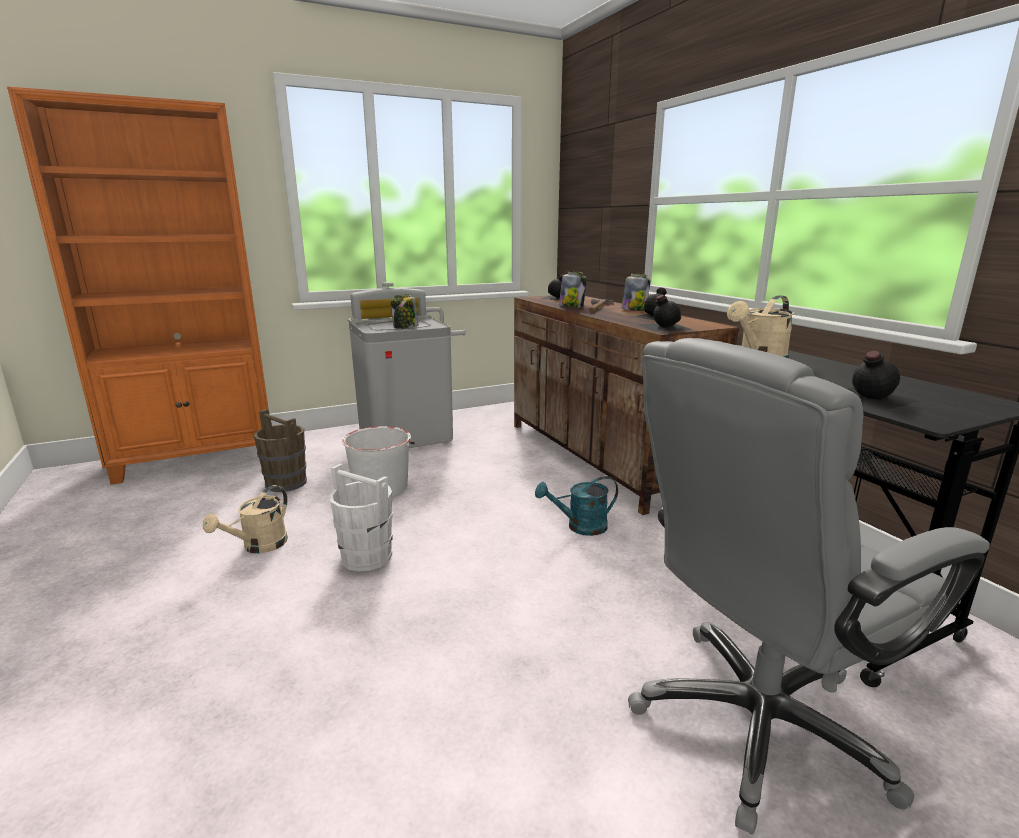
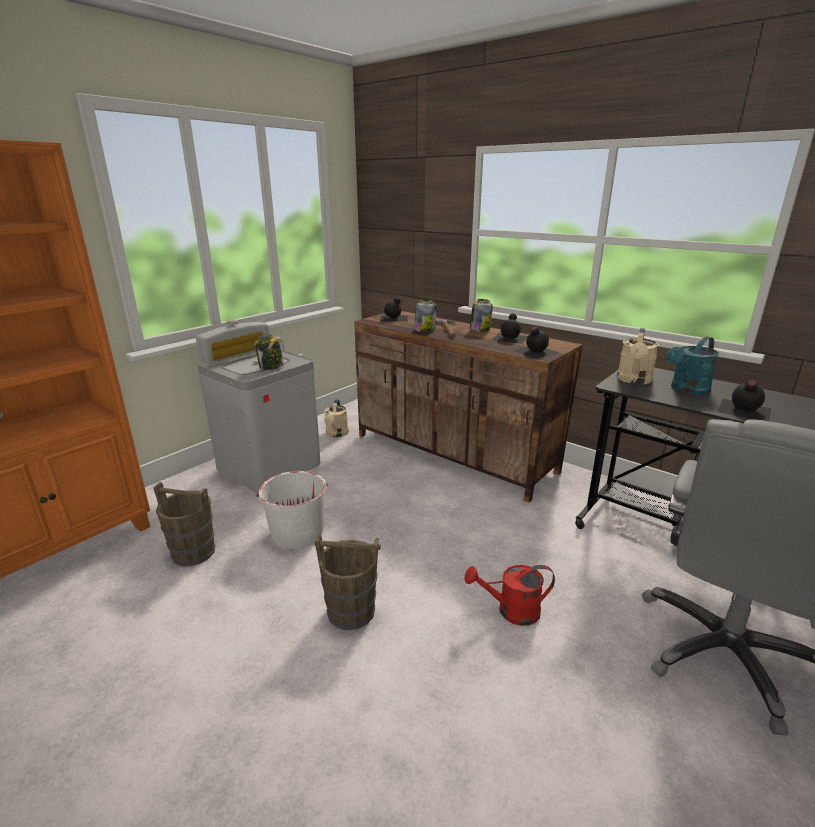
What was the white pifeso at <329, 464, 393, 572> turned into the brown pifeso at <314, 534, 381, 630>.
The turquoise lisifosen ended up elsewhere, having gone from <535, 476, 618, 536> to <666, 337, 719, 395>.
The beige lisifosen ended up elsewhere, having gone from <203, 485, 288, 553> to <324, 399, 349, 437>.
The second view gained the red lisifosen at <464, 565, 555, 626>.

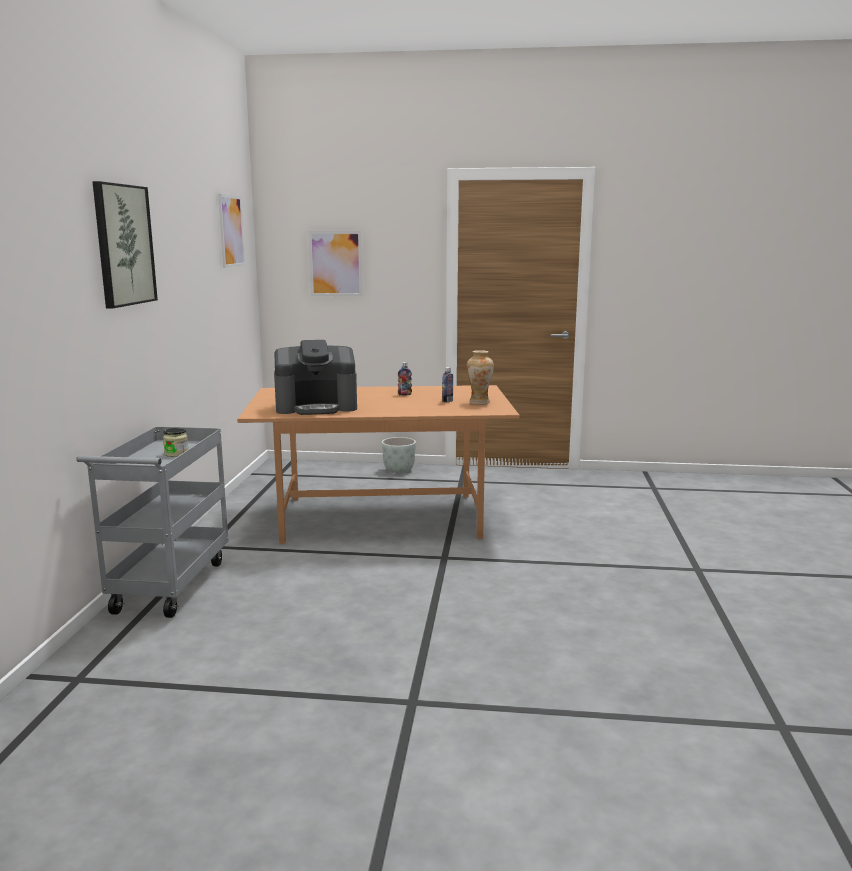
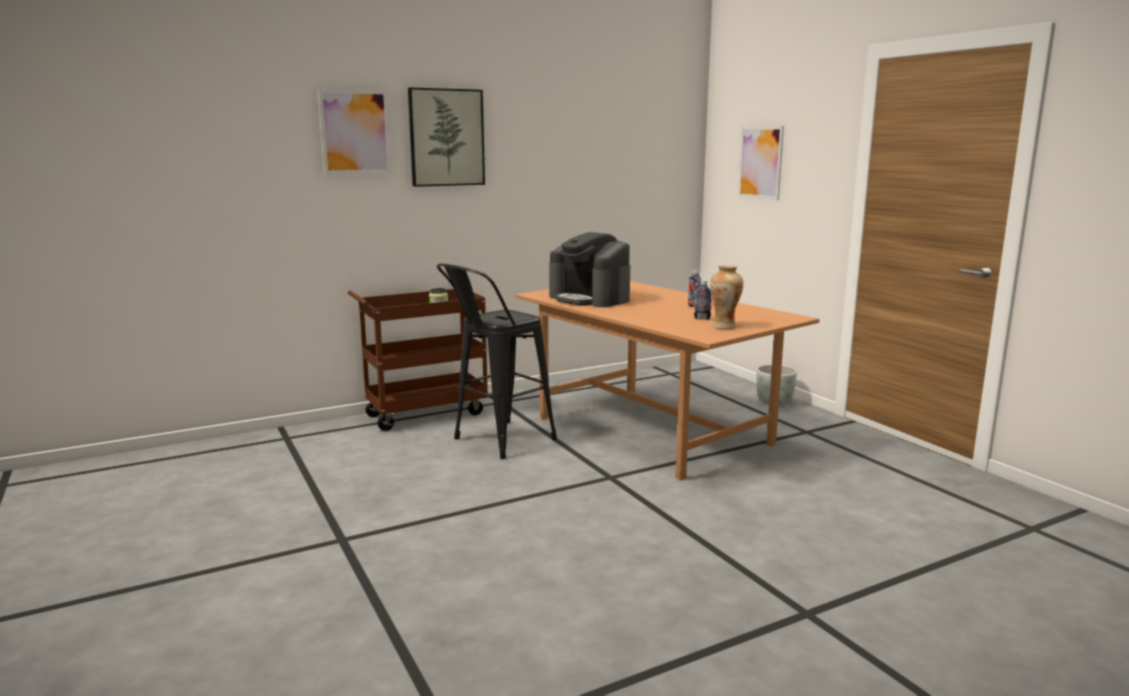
The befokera ended up elsewhere, having gone from <218, 194, 245, 268> to <318, 89, 391, 175>.
What was the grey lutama at <77, 427, 228, 618> turned into the brown lutama at <348, 289, 488, 431>.
The second view gained the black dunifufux at <437, 263, 557, 459>.

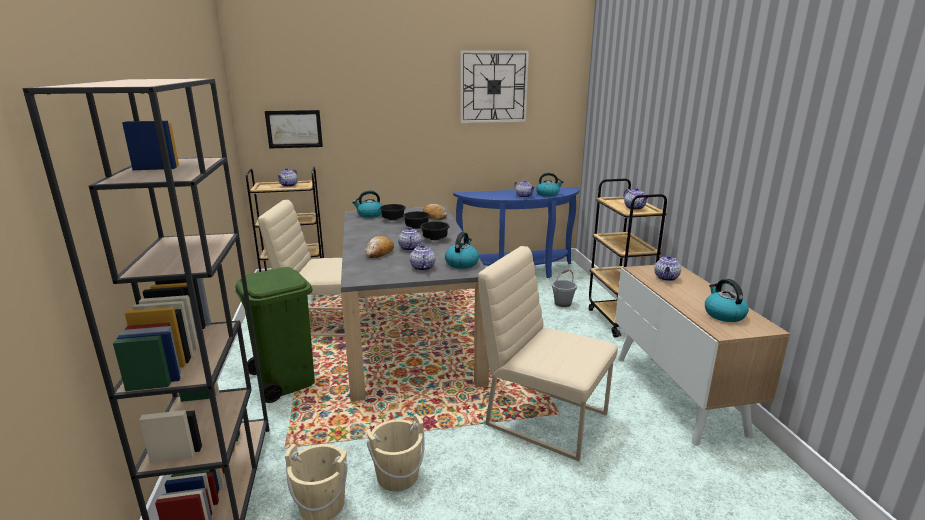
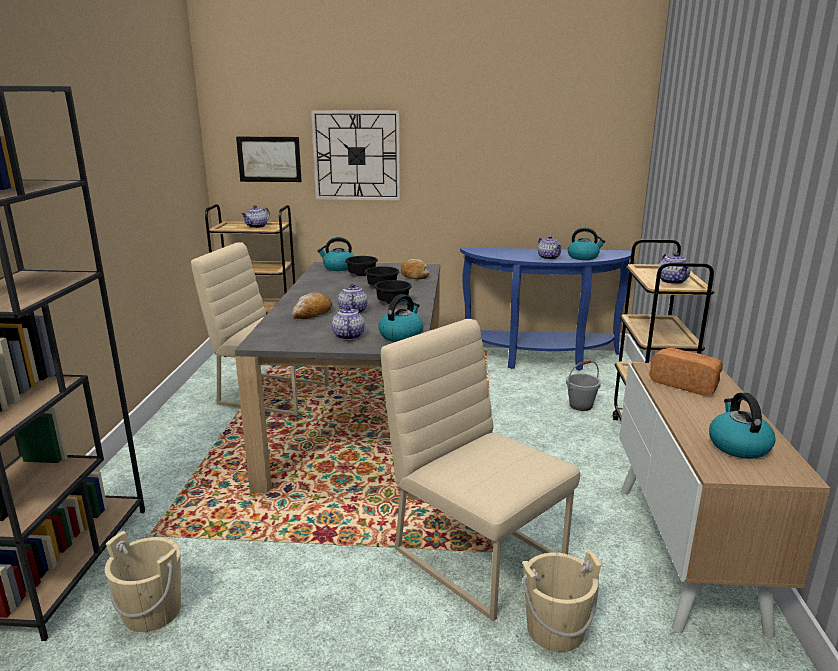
The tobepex ended up elsewhere, having gone from <460, 50, 529, 123> to <311, 110, 400, 201>.
Where the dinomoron stood at <654, 255, 681, 281>, the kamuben came to stand at <649, 348, 723, 396>.
The second view lost the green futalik at <235, 267, 315, 403>.
The beige pifeso ended up elsewhere, having gone from <367, 414, 425, 491> to <523, 550, 601, 652>.

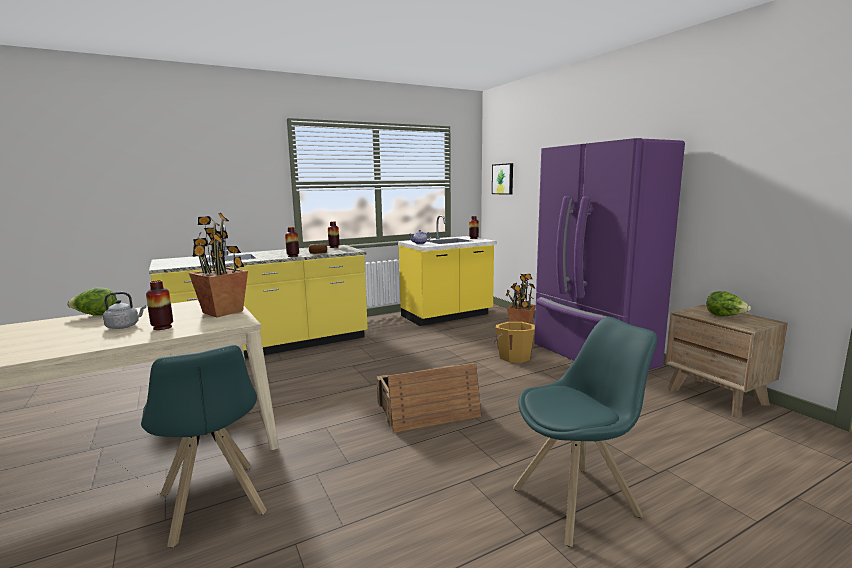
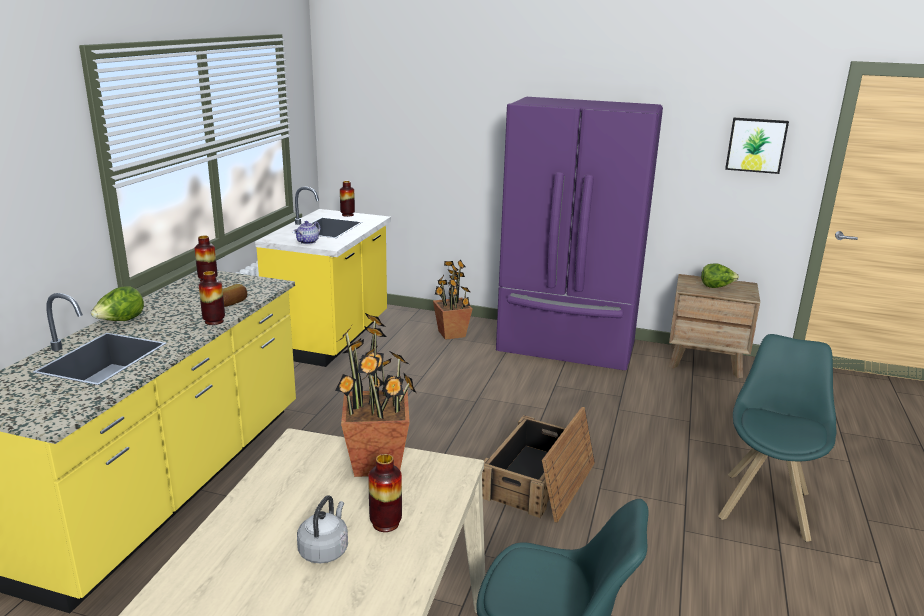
The befokera ended up elsewhere, having gone from <492, 163, 513, 195> to <725, 117, 789, 174>.
The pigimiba ended up elsewhere, having gone from <67, 287, 117, 316> to <91, 286, 144, 321>.
The second view lost the orange pifeso at <494, 322, 535, 363>.

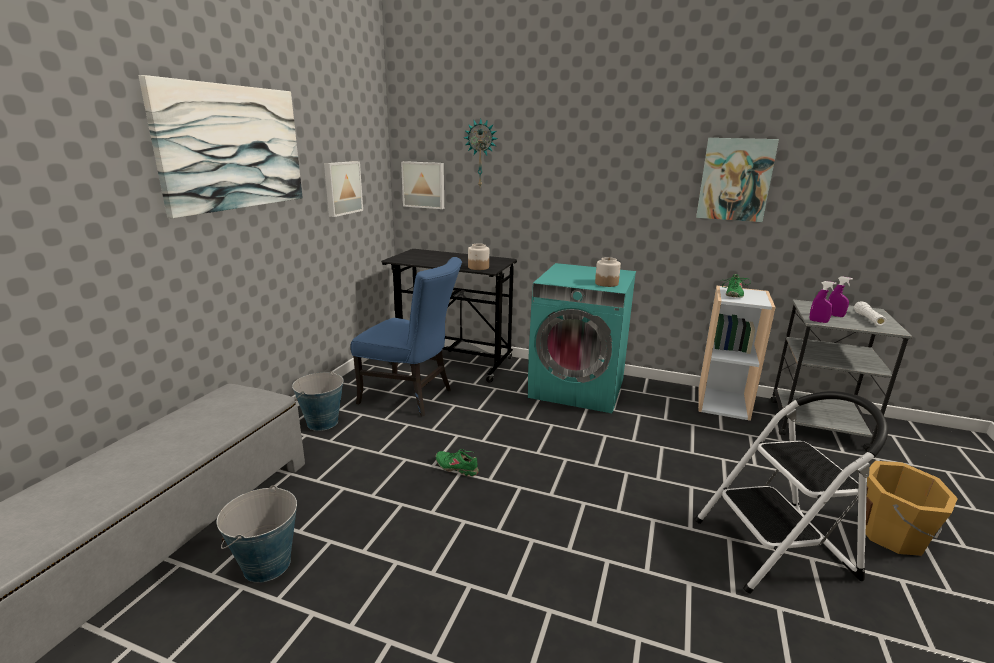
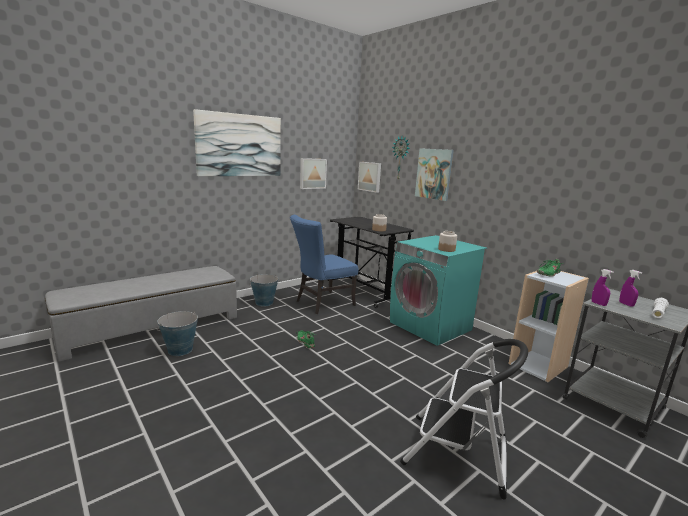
The befokera ended up elsewhere, having gone from <696, 138, 779, 222> to <415, 148, 454, 201>.
The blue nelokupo at <351, 257, 462, 416> ended up facing another way, 90 degrees clockwise from before.
The second view lost the orange pifeso at <865, 461, 958, 556>.

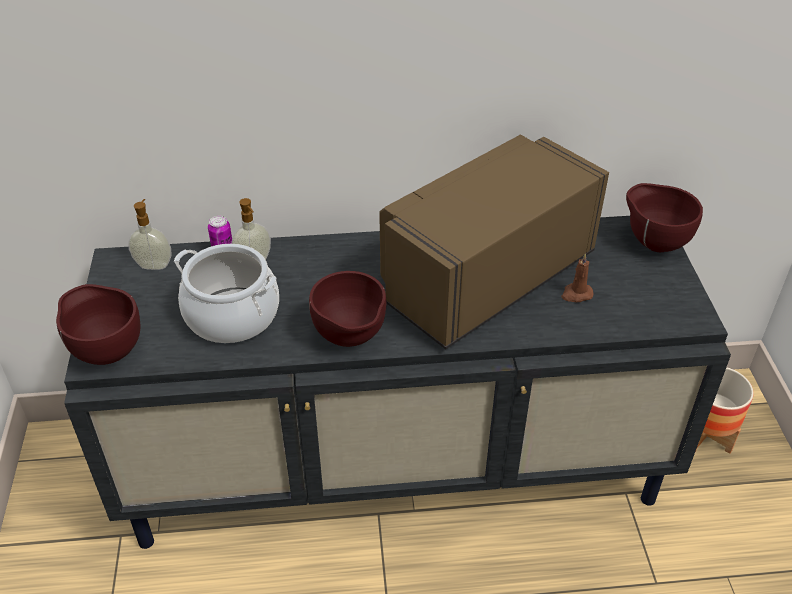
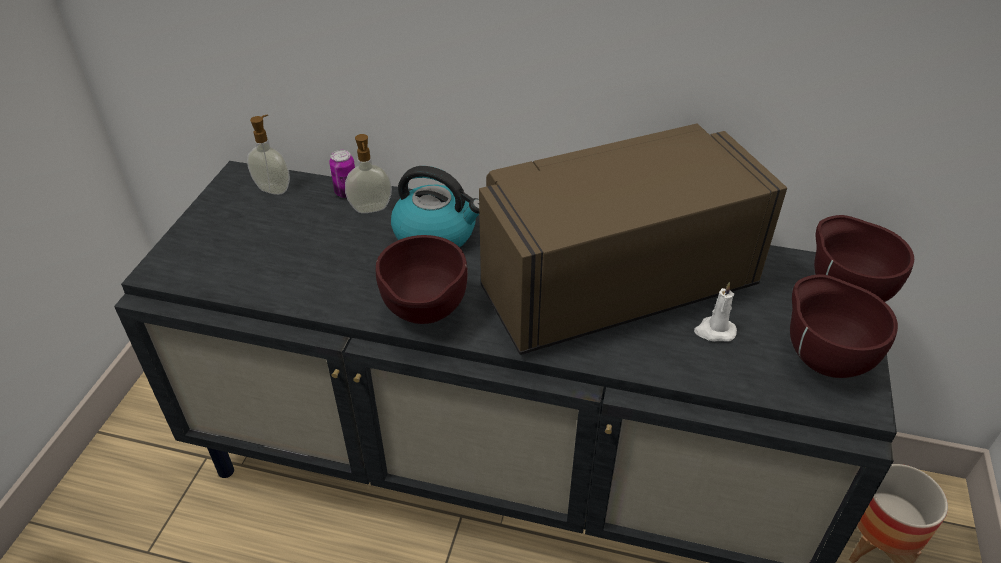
The second view lost the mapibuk at <174, 244, 279, 344>.
What was the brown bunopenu at <561, 253, 593, 302> turned into the white bunopenu at <694, 282, 737, 342>.
The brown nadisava ended up elsewhere, having gone from <56, 284, 140, 365> to <790, 274, 898, 378>.
The second view gained the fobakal at <391, 166, 479, 247>.

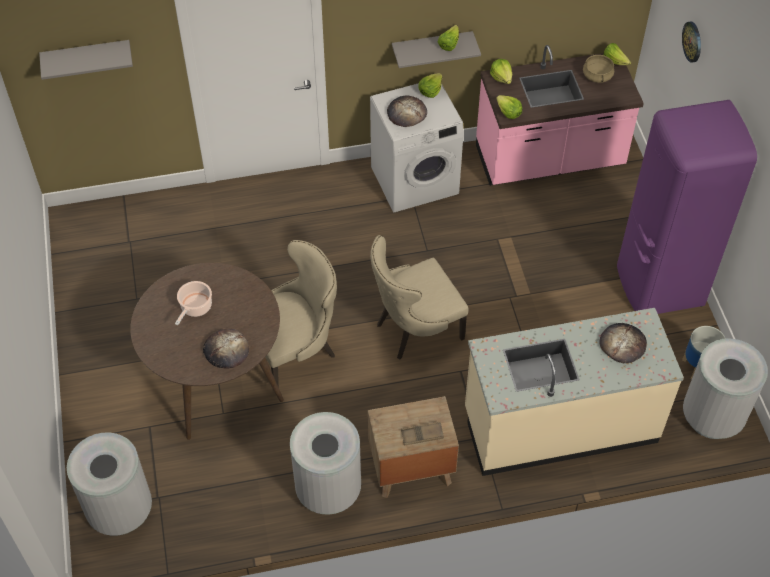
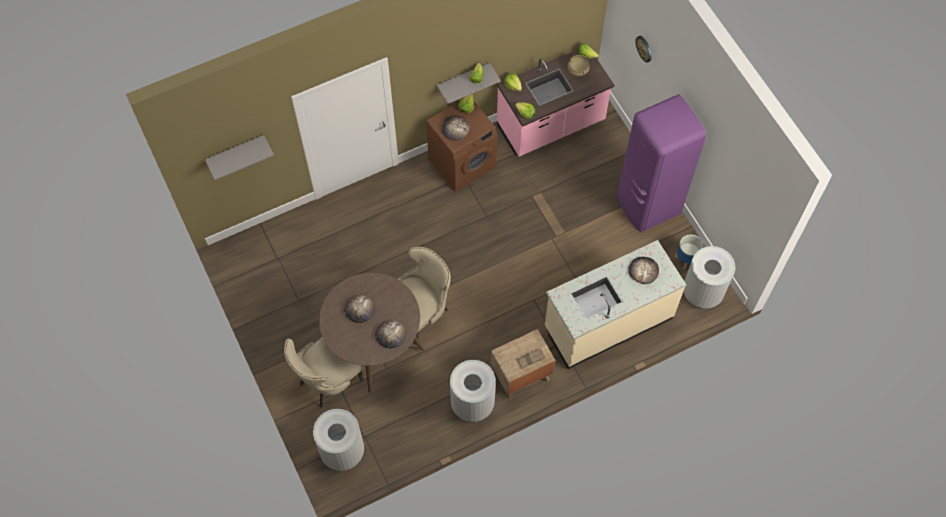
What was the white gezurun at <370, 83, 463, 212> turned into the brown gezurun at <426, 100, 497, 192>.
The beige nelokupo ended up elsewhere, having gone from <370, 235, 468, 360> to <284, 337, 364, 408>.
Where the mapibuk stood at <175, 281, 212, 325>, the kamuben came to stand at <344, 294, 375, 323>.

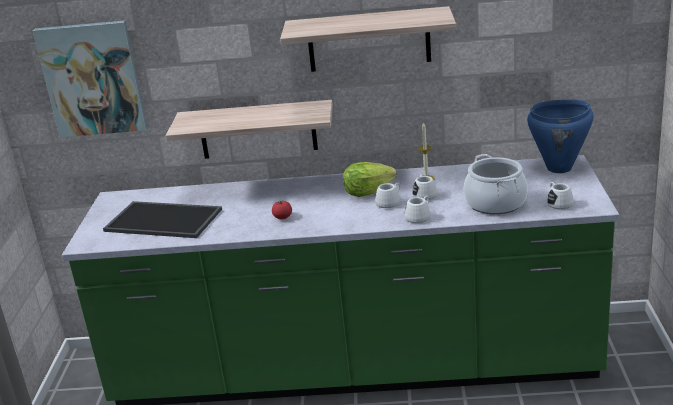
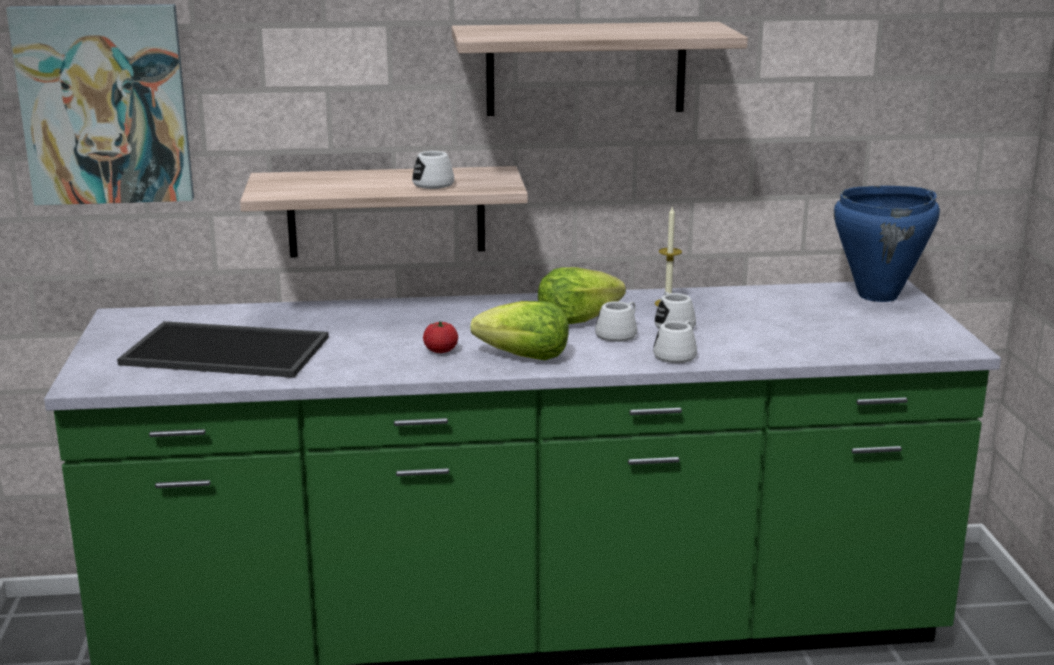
The second view lost the mapibuk at <463, 154, 528, 215>.
The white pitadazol ended up elsewhere, having gone from <547, 182, 574, 209> to <412, 151, 454, 189>.
The second view gained the pigimiba at <471, 301, 569, 360>.

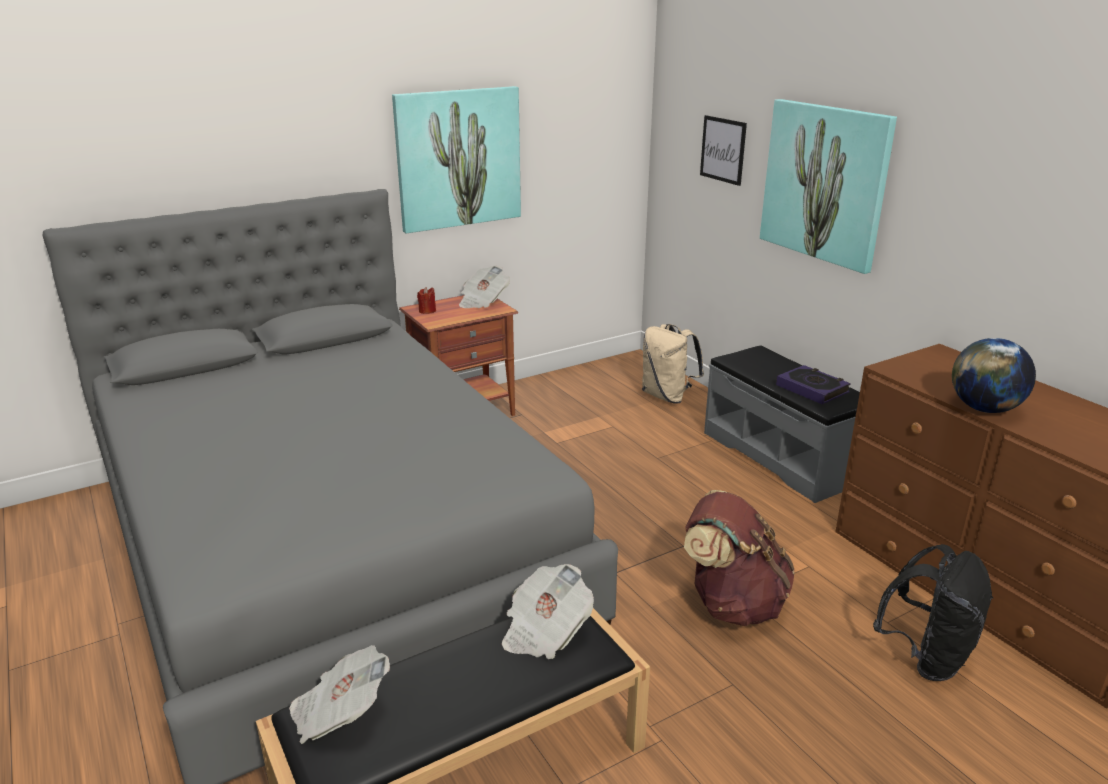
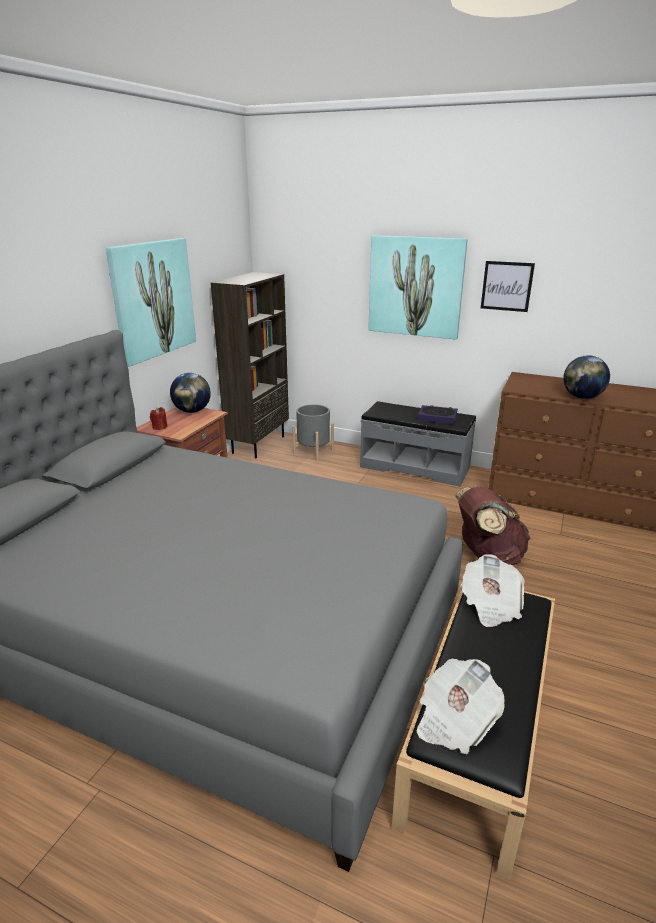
The befokera ended up elsewhere, having gone from <700, 115, 747, 186> to <481, 261, 535, 312>.
Where the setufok stood at <459, 266, 510, 308>, the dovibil came to stand at <170, 373, 211, 413>.
Where the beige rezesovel stood at <642, 324, 704, 404>, the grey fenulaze came to stand at <292, 404, 334, 461>.
The second view lost the black rezesovel at <873, 544, 994, 681>.
The second view gained the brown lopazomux at <211, 272, 289, 458>.

